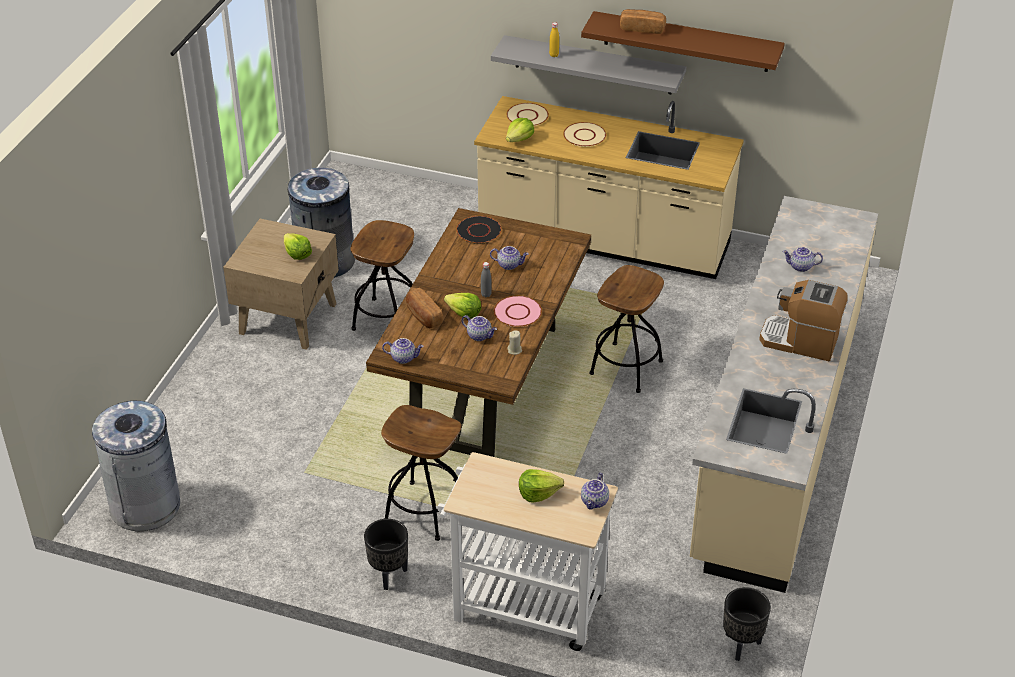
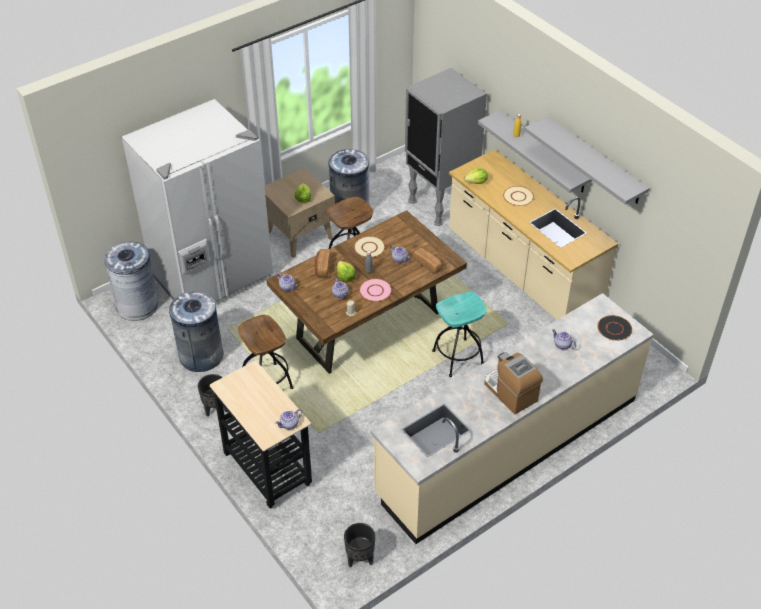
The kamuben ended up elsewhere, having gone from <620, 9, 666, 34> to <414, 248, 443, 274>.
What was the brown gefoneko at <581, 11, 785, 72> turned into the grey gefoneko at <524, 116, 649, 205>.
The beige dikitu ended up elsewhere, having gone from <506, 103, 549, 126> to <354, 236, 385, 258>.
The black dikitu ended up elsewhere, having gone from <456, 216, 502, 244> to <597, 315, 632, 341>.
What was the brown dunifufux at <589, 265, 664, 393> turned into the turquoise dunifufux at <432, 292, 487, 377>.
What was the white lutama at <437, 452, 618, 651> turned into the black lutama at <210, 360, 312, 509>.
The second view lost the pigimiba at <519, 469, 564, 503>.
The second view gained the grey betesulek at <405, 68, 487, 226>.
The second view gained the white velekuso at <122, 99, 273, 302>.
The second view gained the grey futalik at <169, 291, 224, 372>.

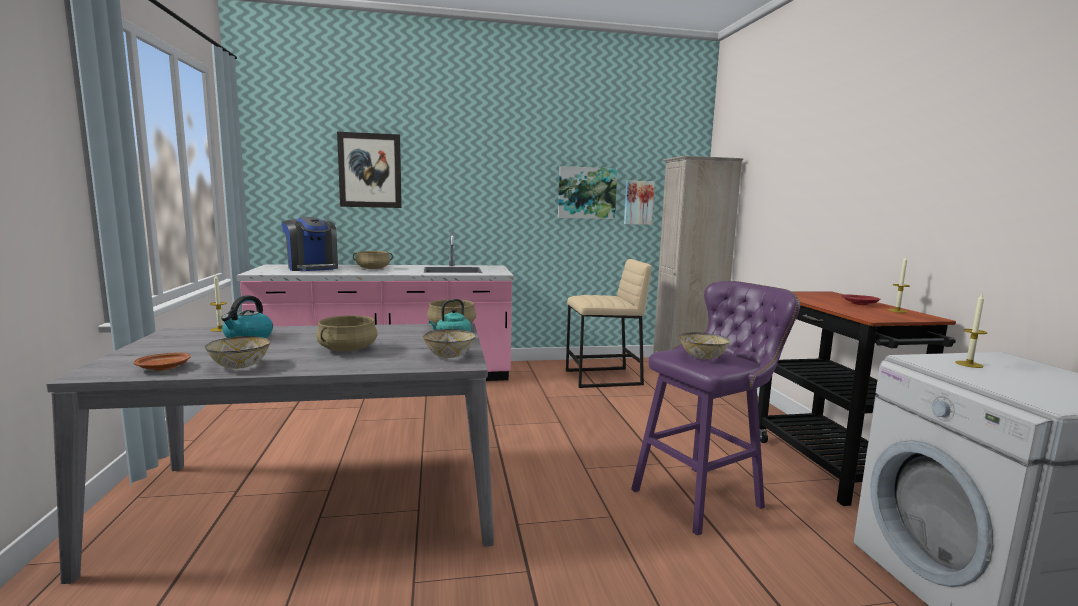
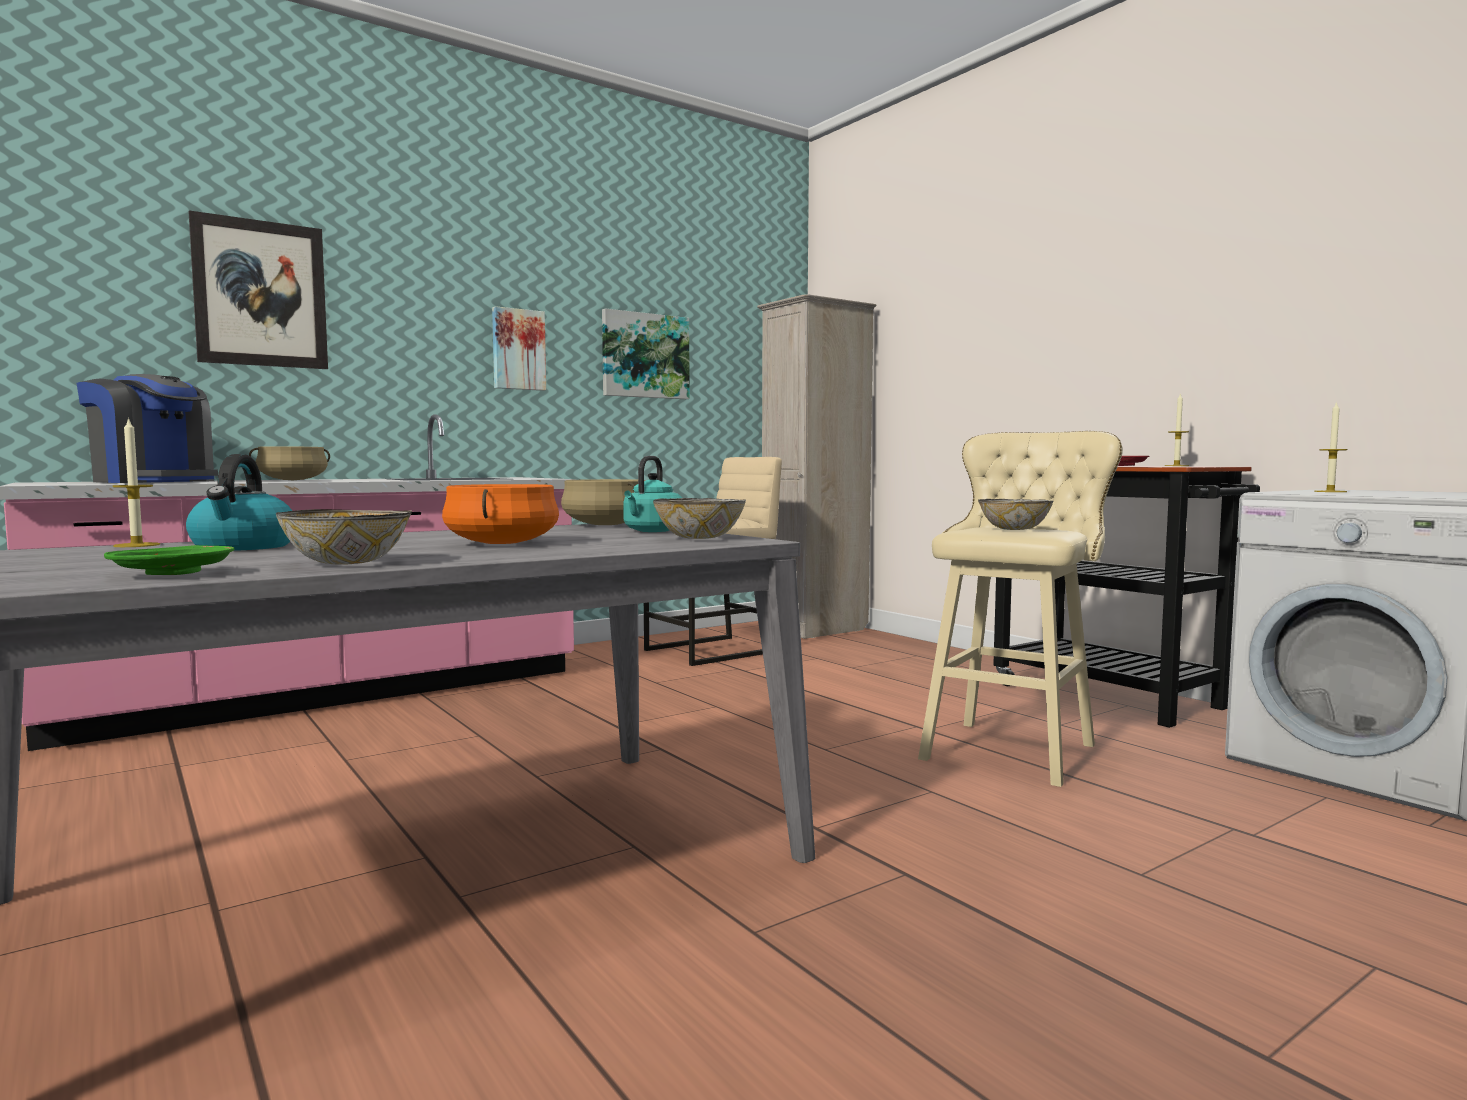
The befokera ended up elsewhere, having gone from <624, 181, 655, 225> to <492, 306, 546, 391>.
What was the purple dunifufux at <631, 281, 800, 536> turned into the beige dunifufux at <918, 431, 1123, 787>.
What was the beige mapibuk at <316, 315, 378, 352> turned into the orange mapibuk at <442, 484, 559, 544>.
What was the brown dikitu at <134, 353, 191, 371> turned into the green dikitu at <104, 545, 234, 575>.

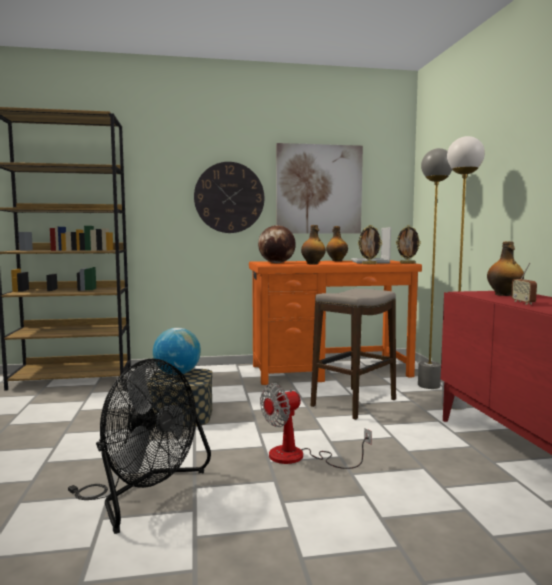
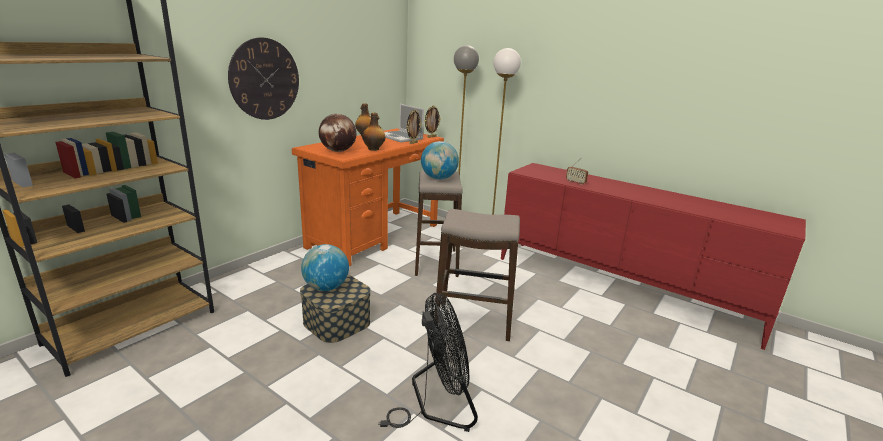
The second view lost the befokera at <276, 143, 363, 234>.
The second view lost the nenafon at <487, 241, 524, 296>.
Where the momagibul stood at <260, 383, 372, 469>, the dunifufux came to stand at <435, 209, 520, 341>.
The second view gained the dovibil at <421, 141, 459, 180>.

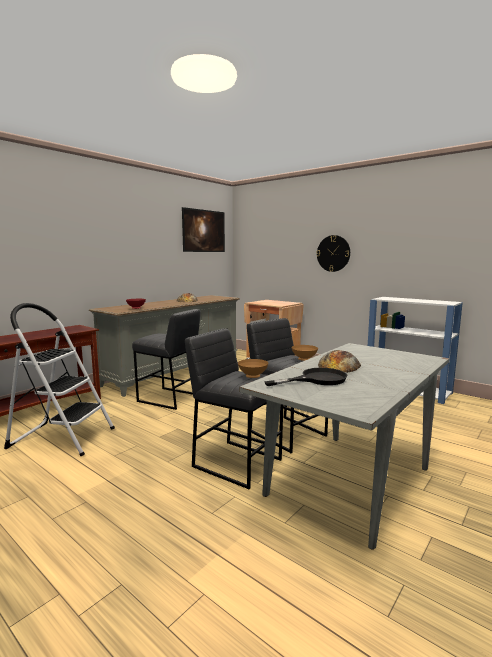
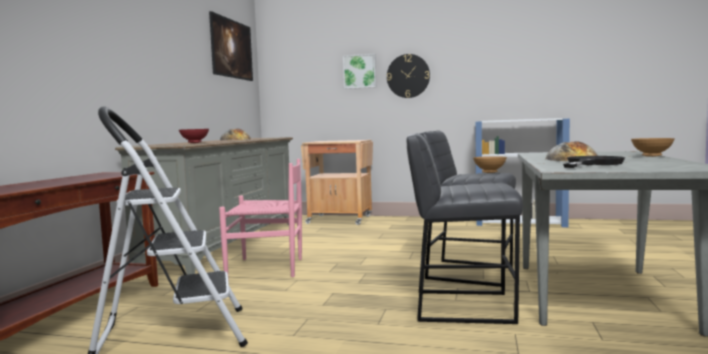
Where the grey dunifufux stood at <132, 309, 201, 410>, the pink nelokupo came to stand at <219, 159, 302, 277>.
The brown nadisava ended up elsewhere, having gone from <238, 359, 268, 378> to <631, 138, 675, 157>.
The second view gained the befokera at <343, 53, 376, 89>.

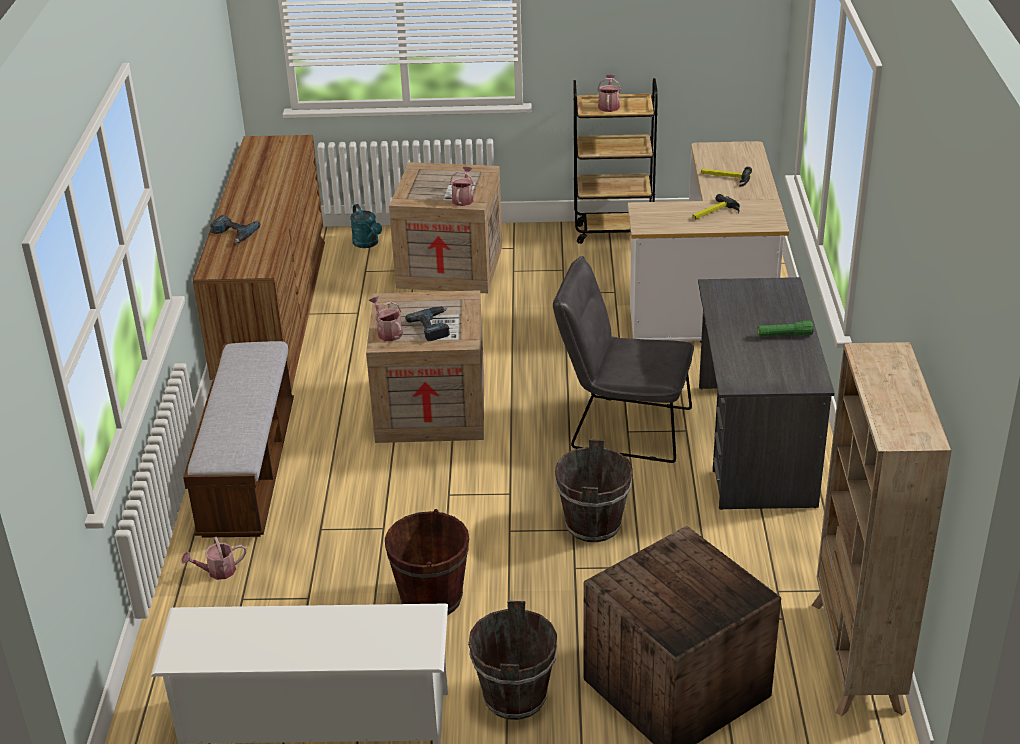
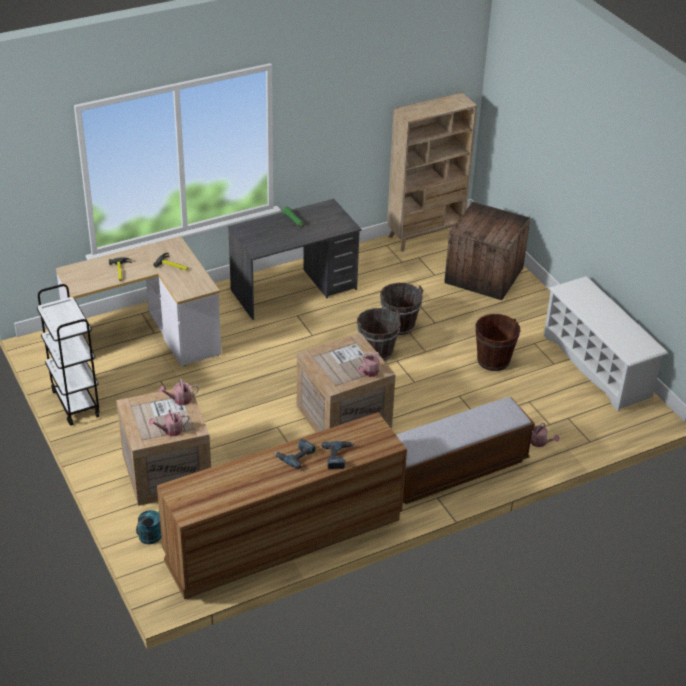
The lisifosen ended up elsewhere, having gone from <597, 74, 621, 112> to <149, 409, 190, 436>.
What was the brown lutama at <573, 78, 658, 244> turned into the white lutama at <37, 284, 100, 426>.
The second view lost the grey nelokupo at <553, 256, 694, 463>.
The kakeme ended up elsewhere, having gone from <405, 306, 450, 341> to <274, 439, 315, 469>.
The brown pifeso ended up elsewhere, having gone from <468, 600, 557, 720> to <357, 308, 401, 361>.

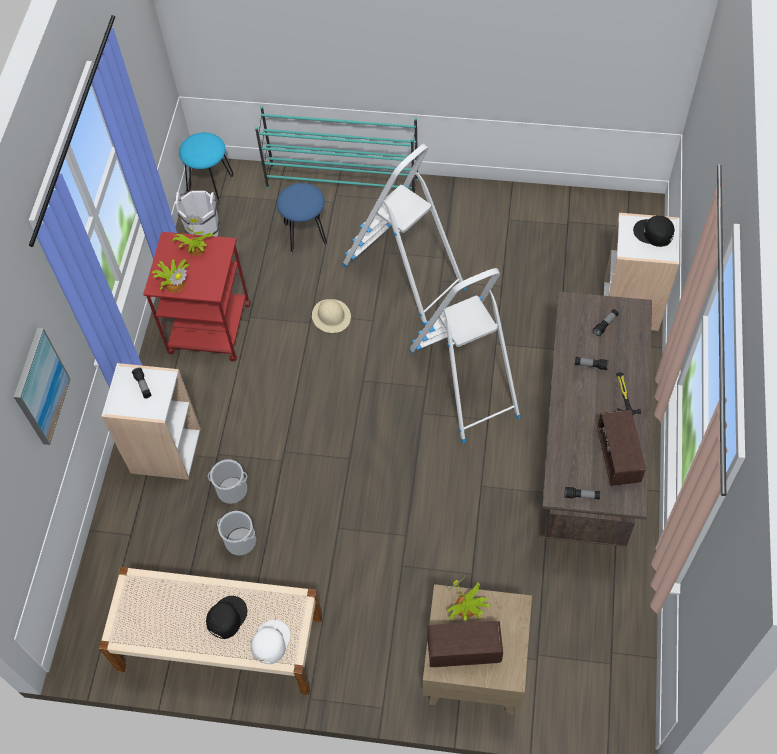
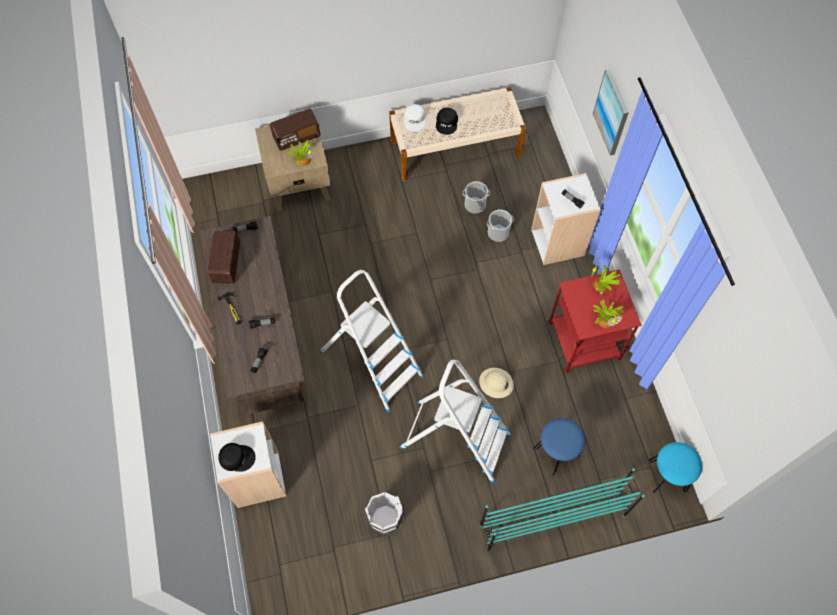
The white pifeso ended up elsewhere, having gone from <175, 190, 220, 236> to <365, 492, 405, 535>.
The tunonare at <597, 410, 646, 486> ended up facing another way, 150 degrees counterclockwise from before.

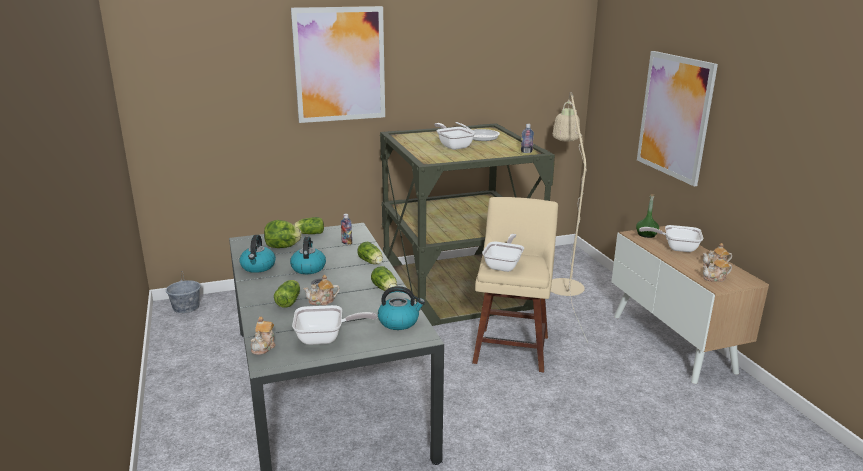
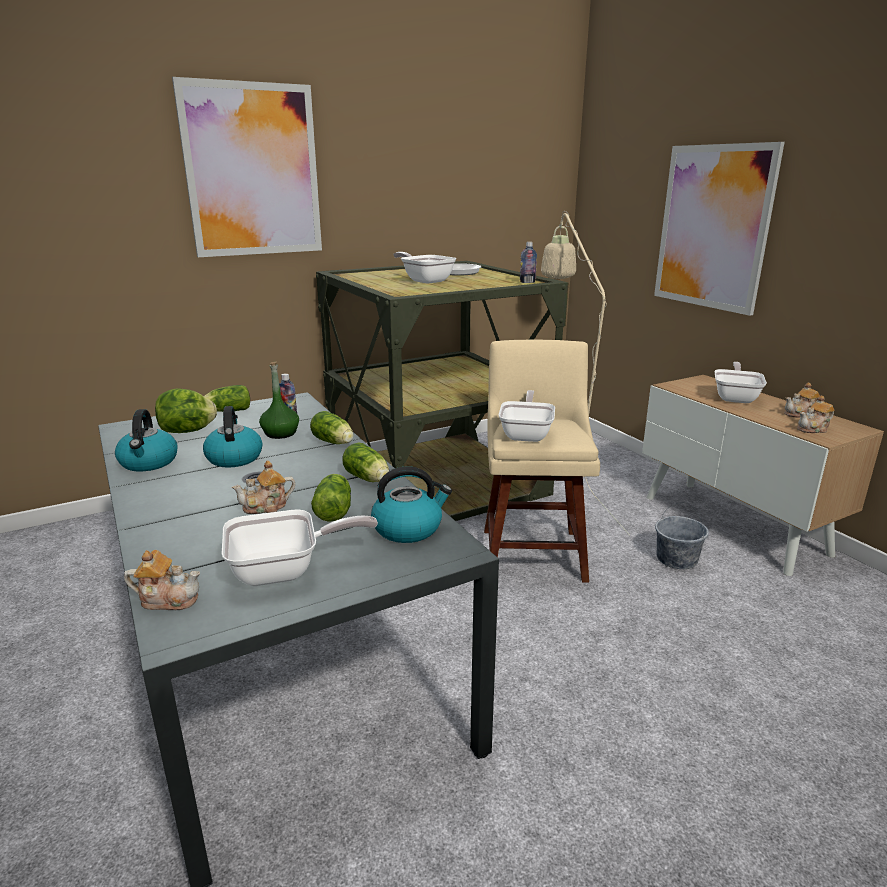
The green nenafon ended up elsewhere, having gone from <636, 194, 659, 238> to <259, 361, 299, 439>.
The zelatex at <639, 225, 703, 252> ended up facing another way, 105 degrees clockwise from before.
The grey pifeso ended up elsewhere, having gone from <166, 271, 201, 313> to <655, 502, 709, 569>.
The pigimiba ended up elsewhere, having gone from <274, 280, 300, 307> to <311, 474, 351, 522>.
The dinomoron at <251, 317, 276, 355> ended up facing another way, 90 degrees counterclockwise from before.

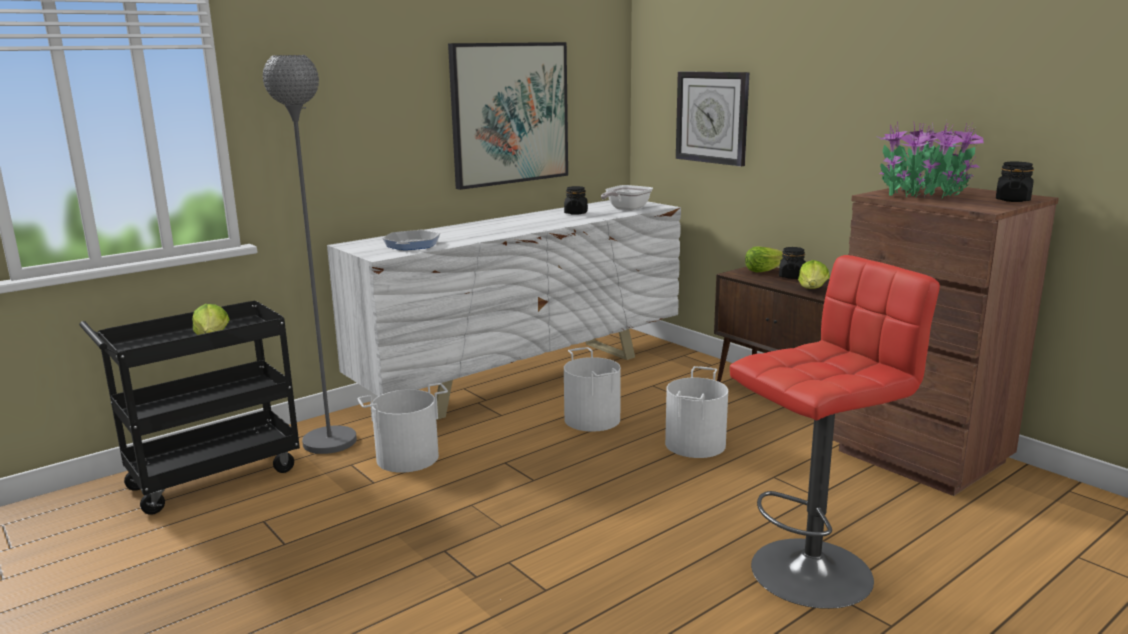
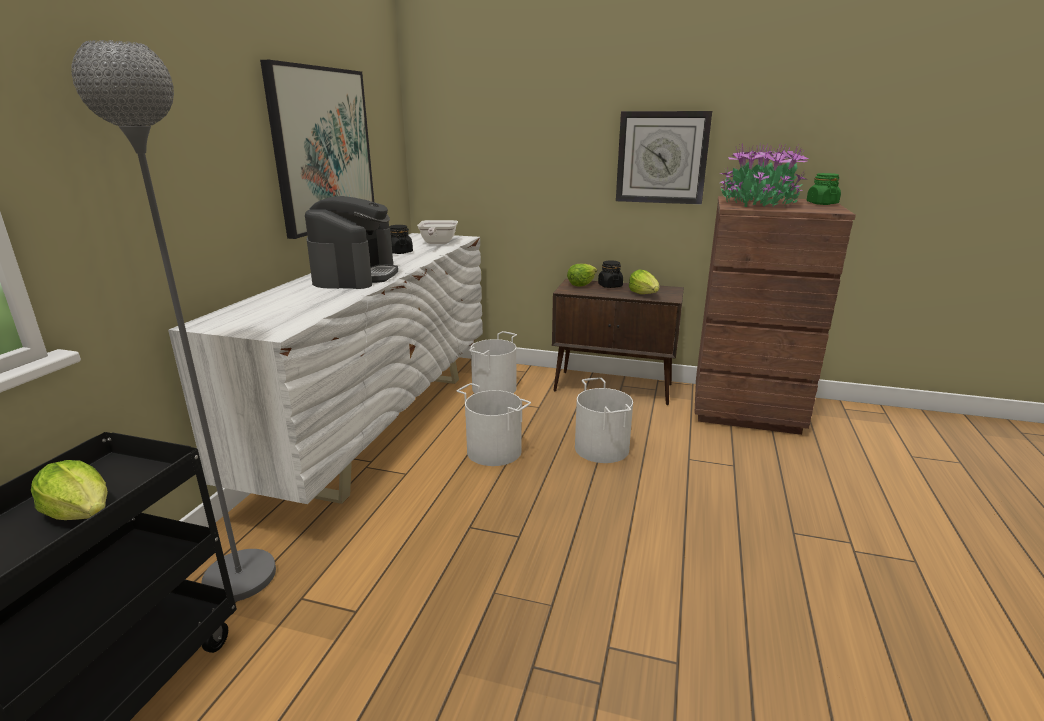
The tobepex ended up elsewhere, having gone from <676, 71, 749, 166> to <616, 111, 712, 204>.
What was the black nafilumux at <996, 162, 1034, 202> turned into the green nafilumux at <807, 173, 841, 205>.
The second view lost the zelatex at <382, 230, 440, 250>.
The second view lost the red dunifufux at <730, 255, 940, 609>.
The white pifeso ended up elsewhere, having gone from <358, 383, 448, 473> to <468, 331, 517, 394>.
The second view gained the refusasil at <305, 196, 398, 289>.

